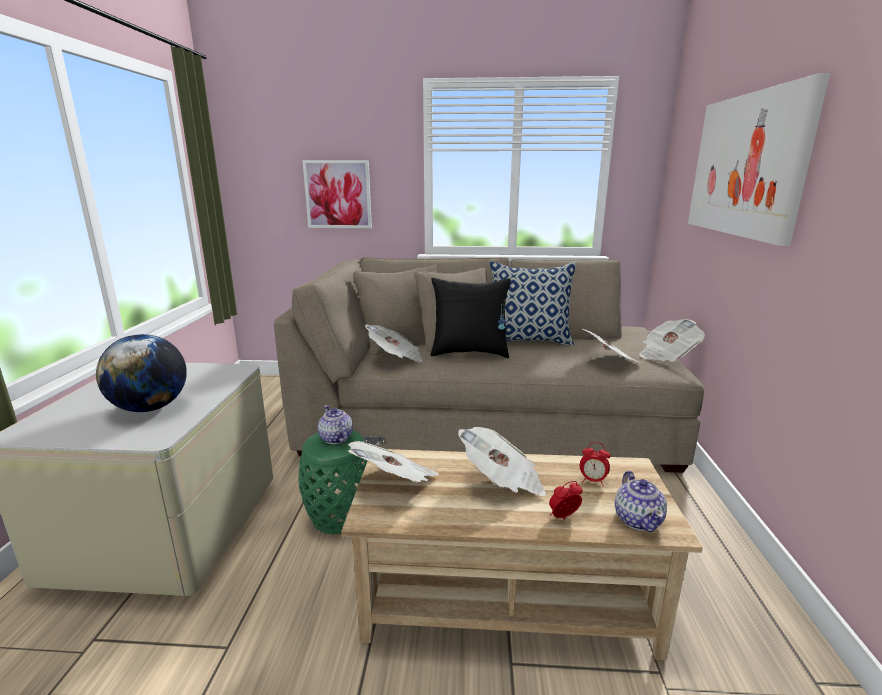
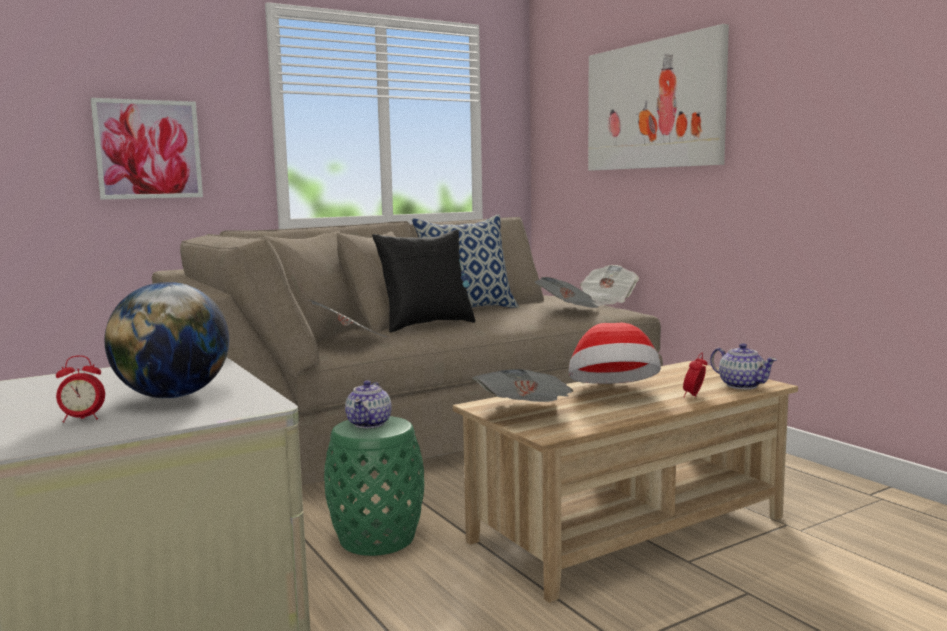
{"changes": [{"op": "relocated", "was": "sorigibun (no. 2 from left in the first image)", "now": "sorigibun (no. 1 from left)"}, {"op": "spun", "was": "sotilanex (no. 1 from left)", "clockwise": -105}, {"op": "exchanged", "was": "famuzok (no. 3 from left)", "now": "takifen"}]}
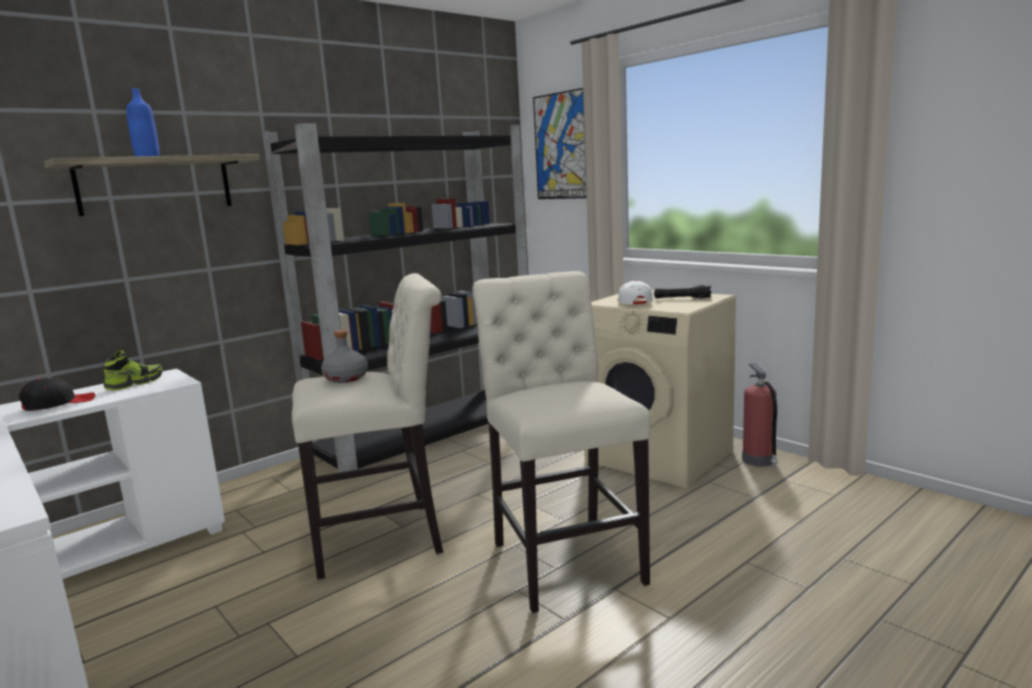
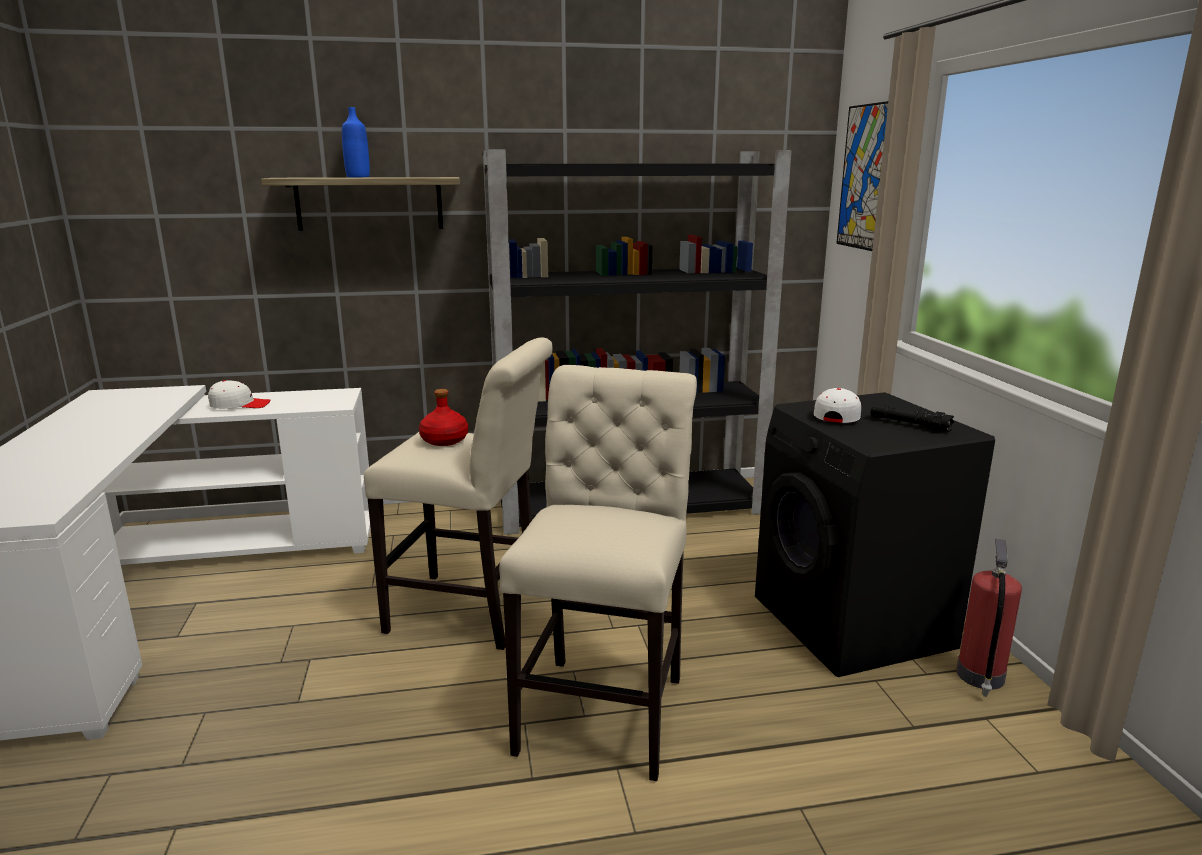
{"changes": [{"op": "colour", "was": "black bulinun", "now": "white bulinun (no. 1 from left)"}, {"op": "colour", "was": "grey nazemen", "now": "red nazemen"}, {"op": "colour", "was": "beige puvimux", "now": "black puvimux"}, {"op": "missing", "was": "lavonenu"}]}
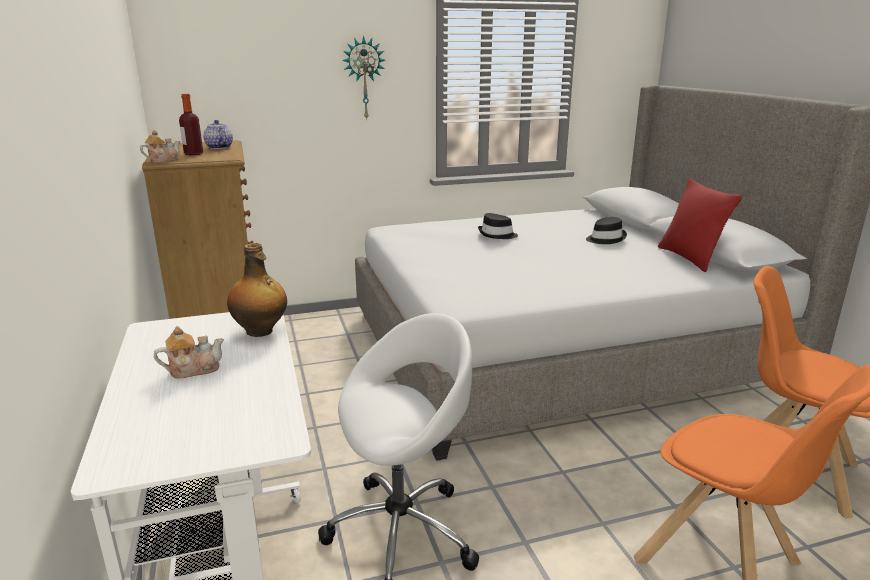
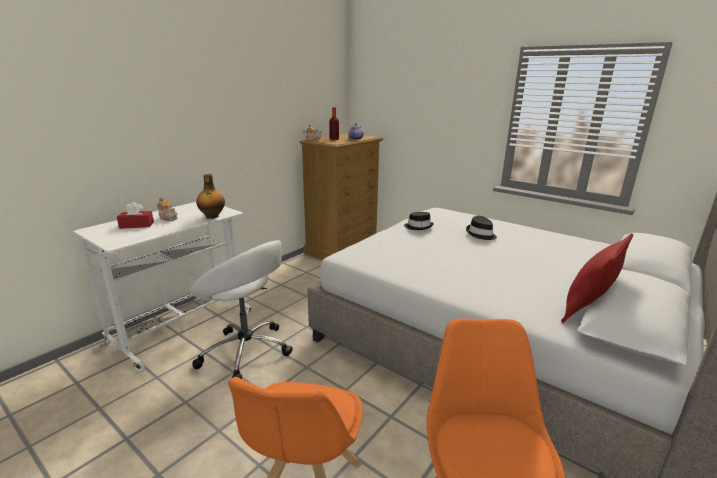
{"changes": [{"op": "appeared", "now": "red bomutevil"}, {"op": "relocated", "was": "black takifen (no. 2 from left in the first image)", "now": "black takifen (no. 1 from left)"}, {"op": "missing", "was": "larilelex"}]}
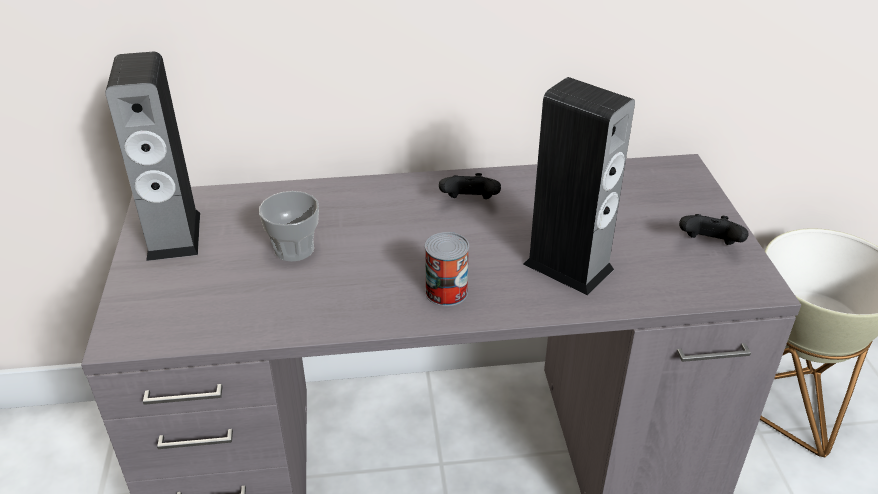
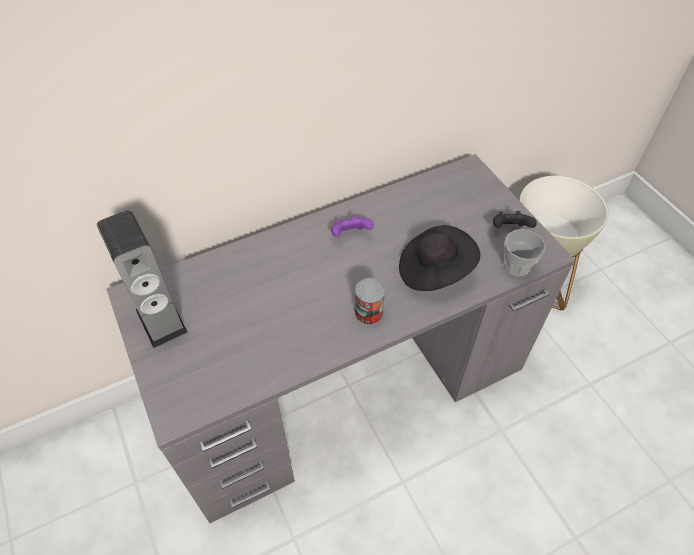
{"changes": [{"op": "colour", "was": "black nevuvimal (no. 1 from left)", "now": "purple nevuvimal"}, {"op": "exchanged", "was": "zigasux (no. 2 from left)", "now": "black takifen"}, {"op": "relocated", "was": "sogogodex"}]}
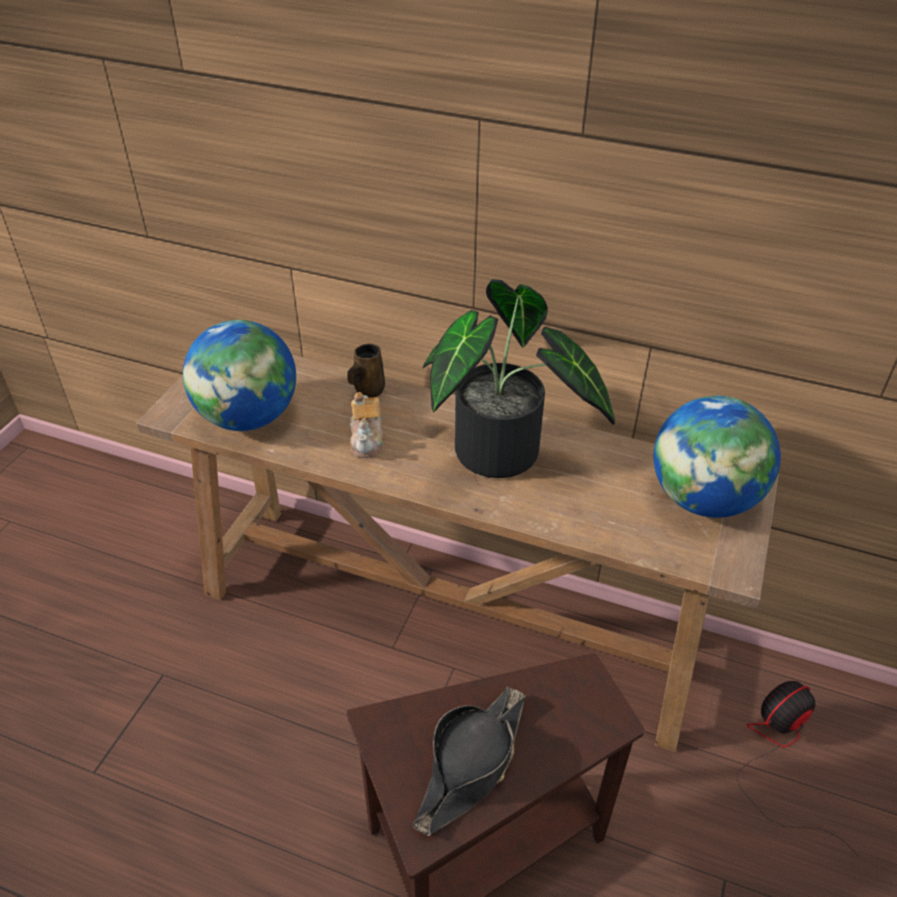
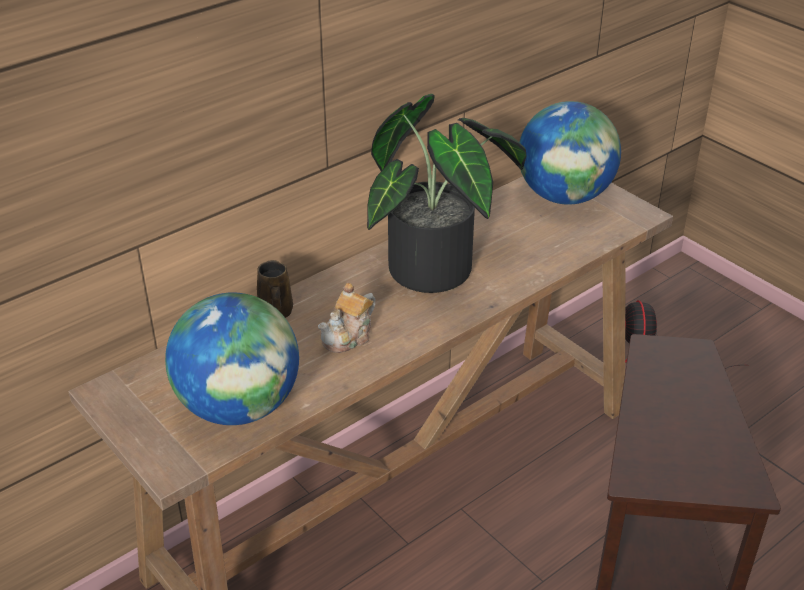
{"changes": [{"op": "spun", "was": "sotilanex", "clockwise": 105}, {"op": "missing", "was": "black takifen"}]}
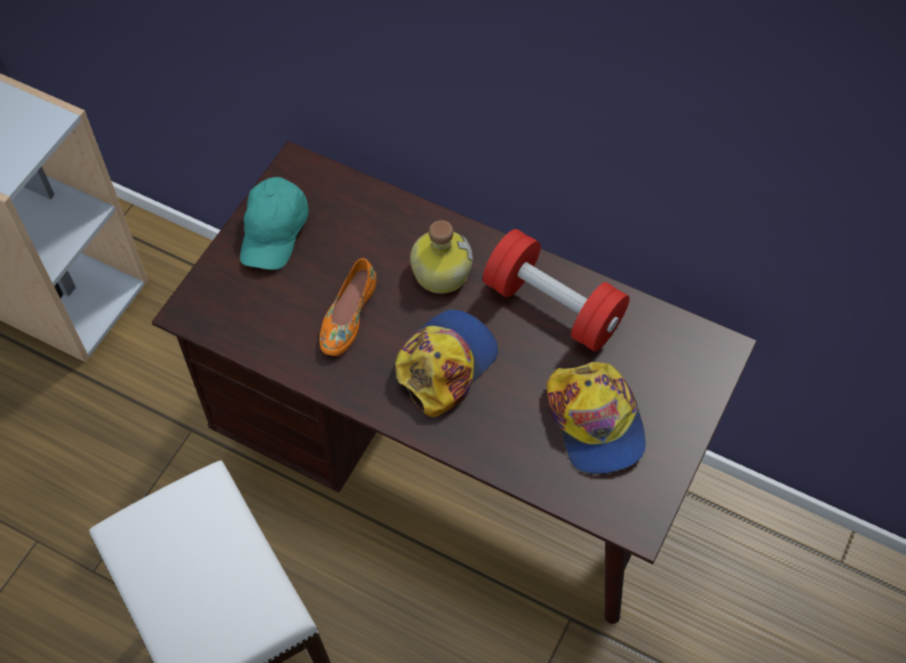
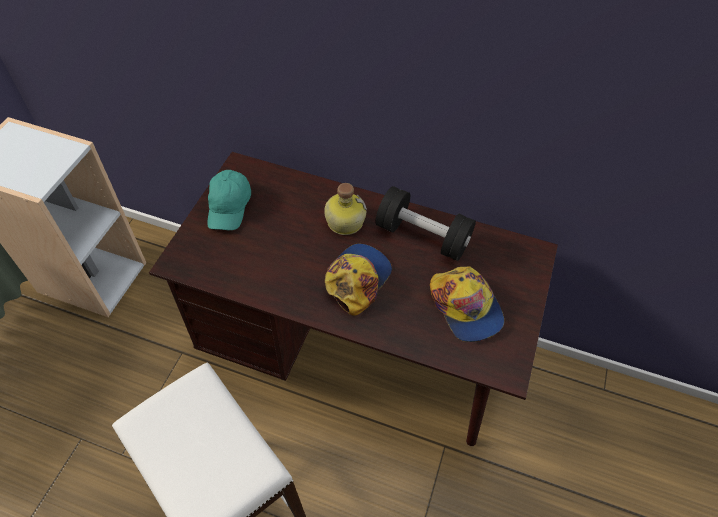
{"changes": [{"op": "colour", "was": "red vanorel", "now": "black vanorel"}, {"op": "missing", "was": "orange lavonenu"}]}
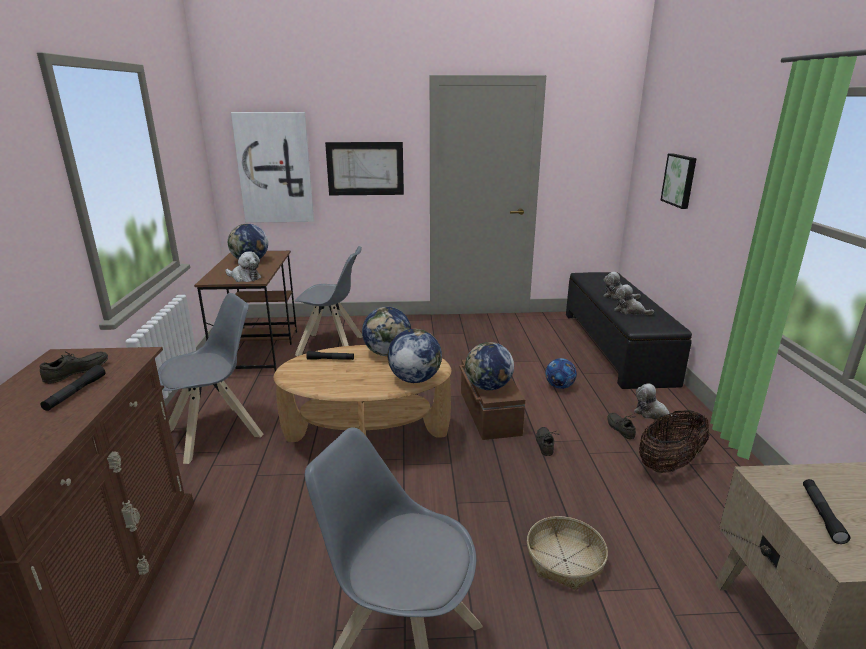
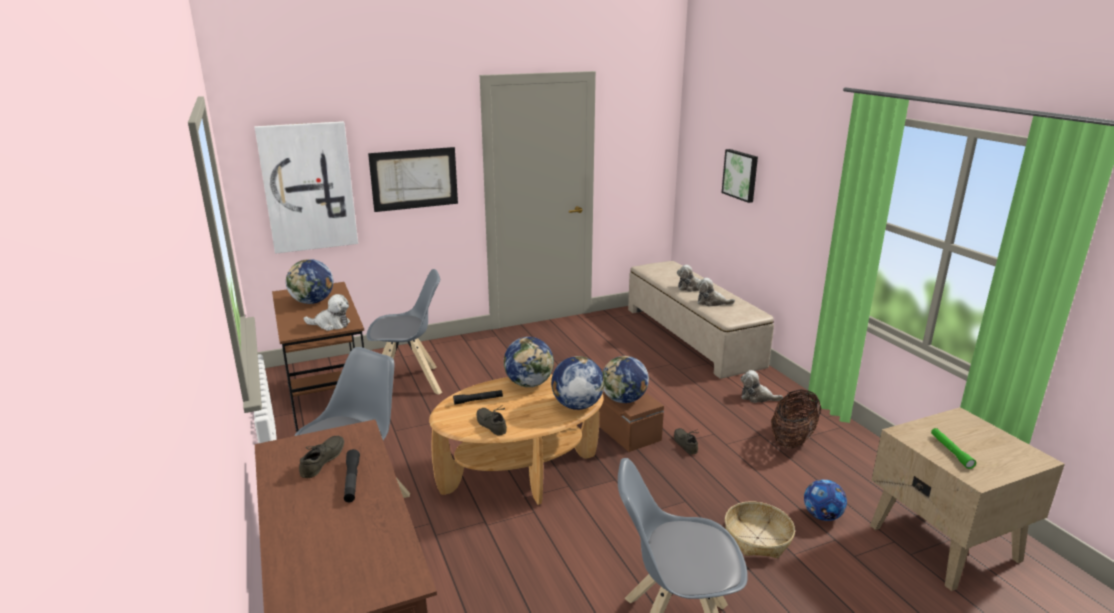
{"changes": [{"op": "relocated", "was": "grey lavonenu (no. 3 from left in the first image)", "now": "grey lavonenu (no. 2 from left)"}, {"op": "colour", "was": "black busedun", "now": "beige busedun"}, {"op": "relocated", "was": "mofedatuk"}, {"op": "colour", "was": "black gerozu (no. 3 from left)", "now": "green gerozu"}]}
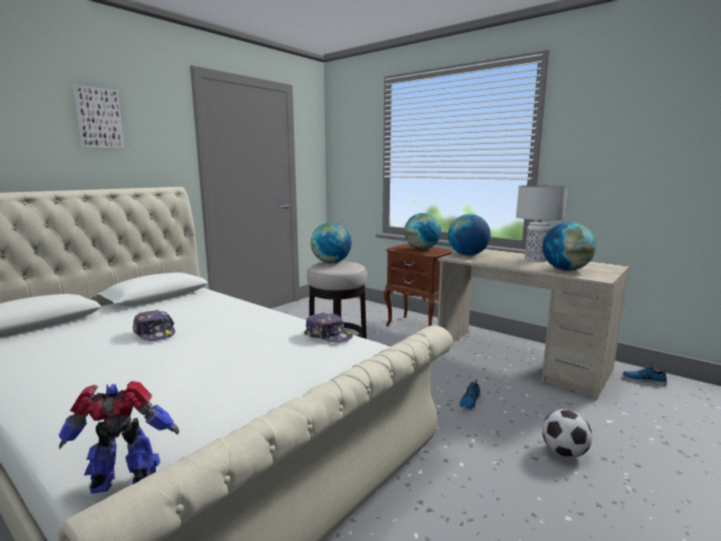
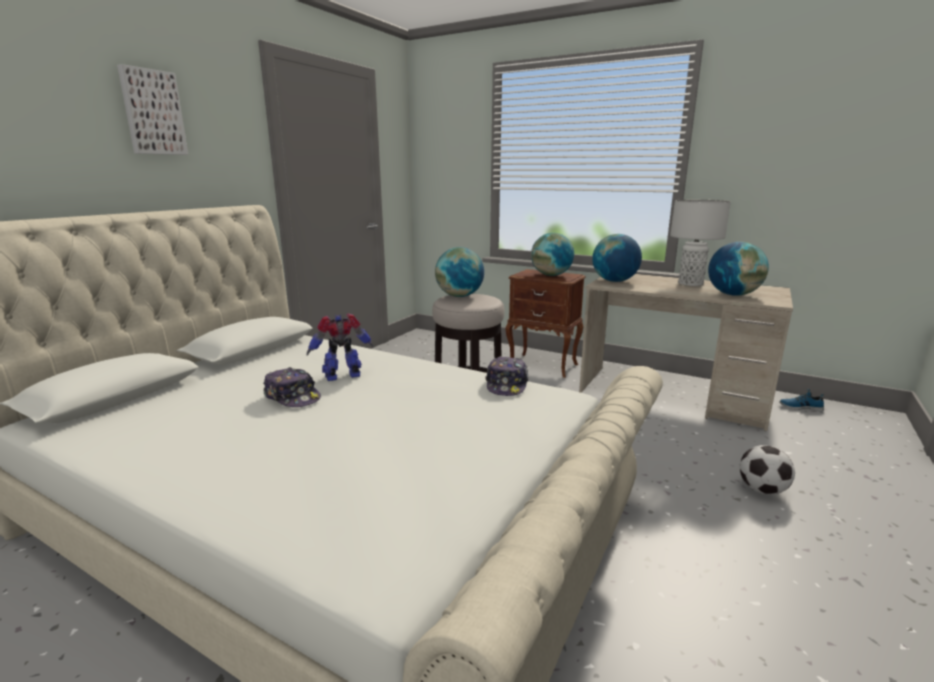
{"changes": [{"op": "relocated", "was": "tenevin"}, {"op": "spun", "was": "bulinun (no. 2 from left)", "clockwise": 75}, {"op": "missing", "was": "lavonenu (no. 1 from left)"}]}
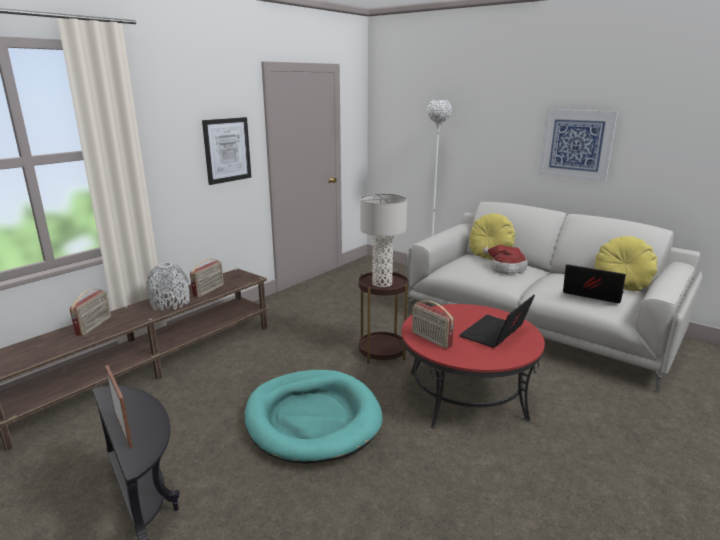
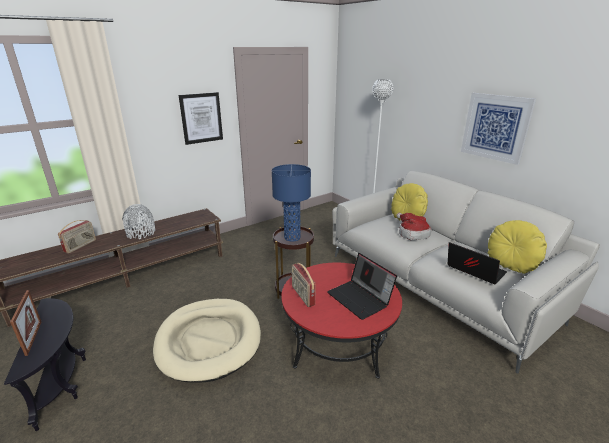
{"changes": [{"op": "colour", "was": "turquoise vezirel", "now": "beige vezirel"}, {"op": "colour", "was": "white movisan", "now": "blue movisan"}, {"op": "spun", "was": "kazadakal (no. 1 from left)", "clockwise": -90}, {"op": "missing", "was": "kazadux (no. 2 from left)"}]}
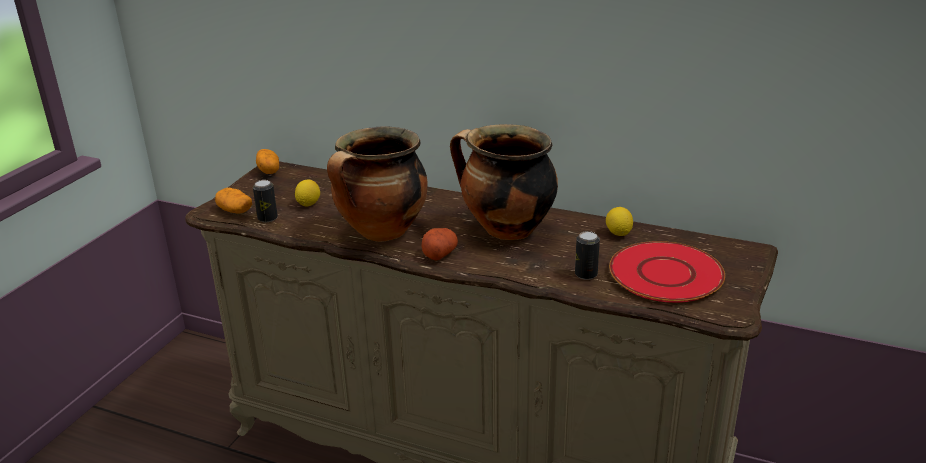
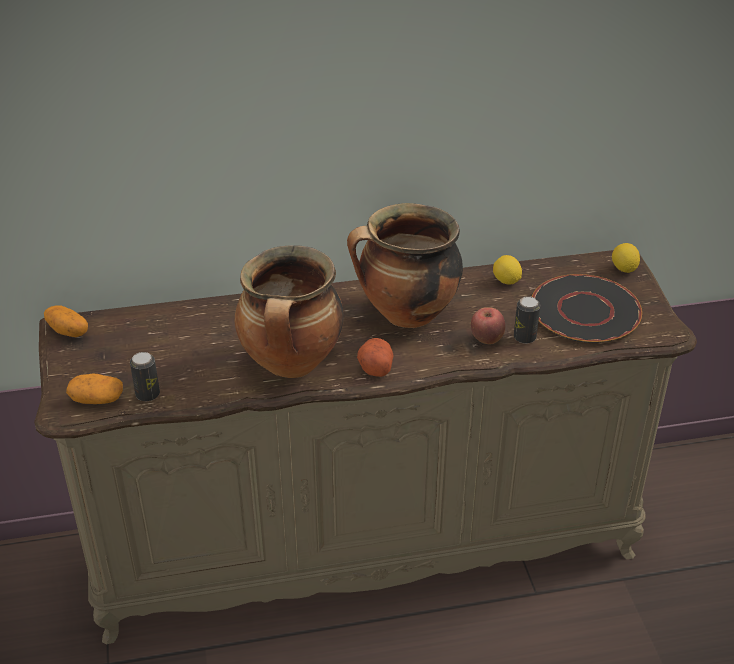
{"changes": [{"op": "appeared", "now": "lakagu"}, {"op": "colour", "was": "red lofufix", "now": "black lofufix"}, {"op": "relocated", "was": "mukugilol (no. 1 from left in the first image)", "now": "mukugilol (no. 2 from left)"}]}
